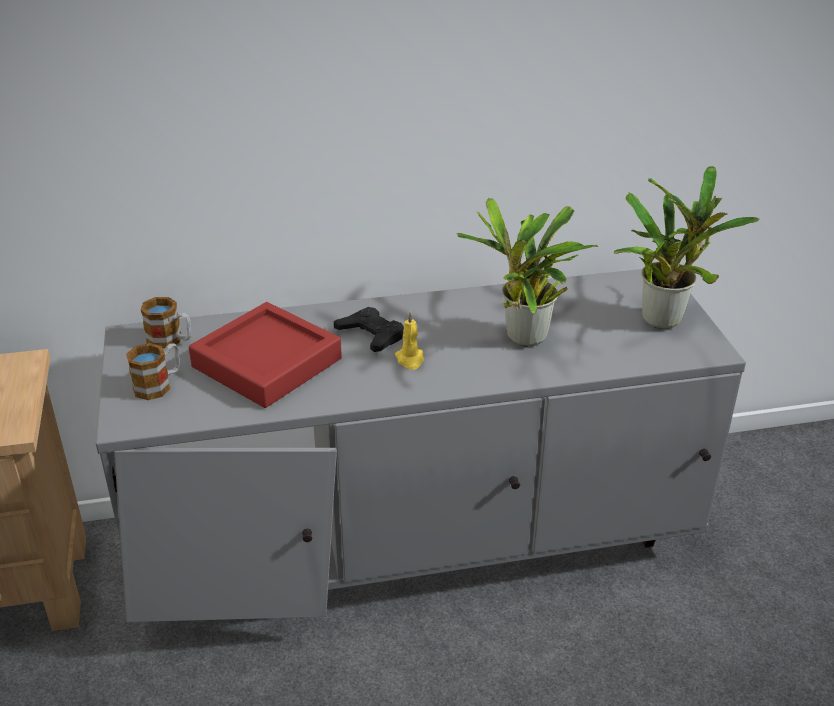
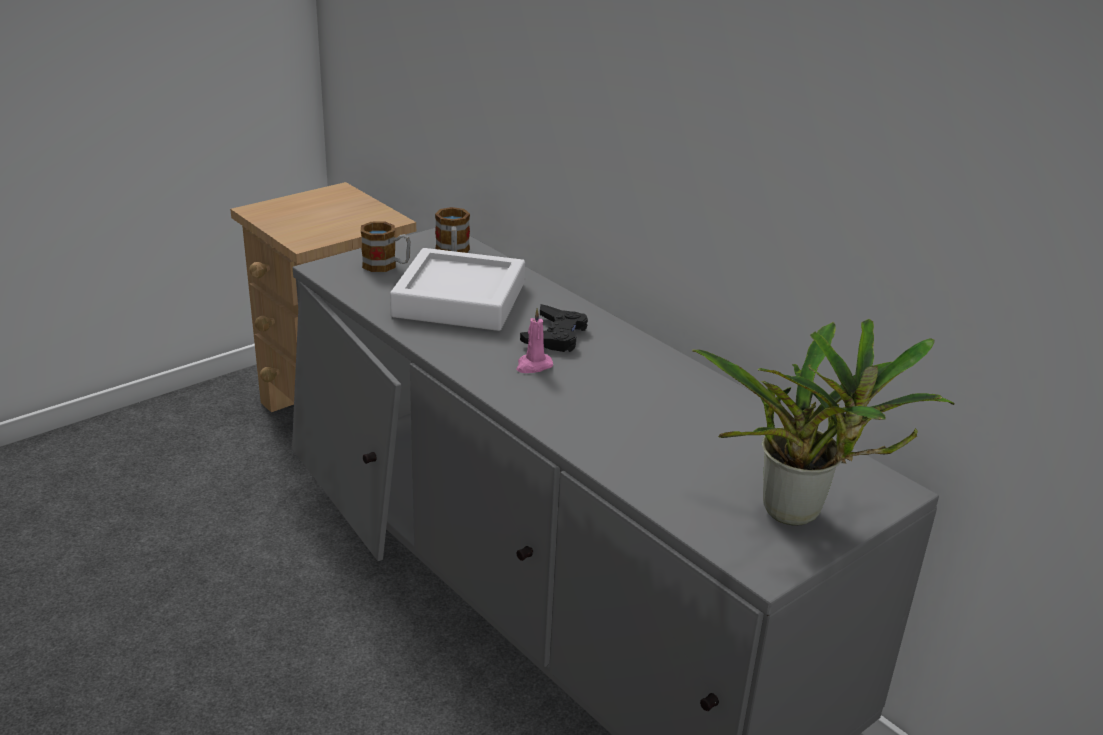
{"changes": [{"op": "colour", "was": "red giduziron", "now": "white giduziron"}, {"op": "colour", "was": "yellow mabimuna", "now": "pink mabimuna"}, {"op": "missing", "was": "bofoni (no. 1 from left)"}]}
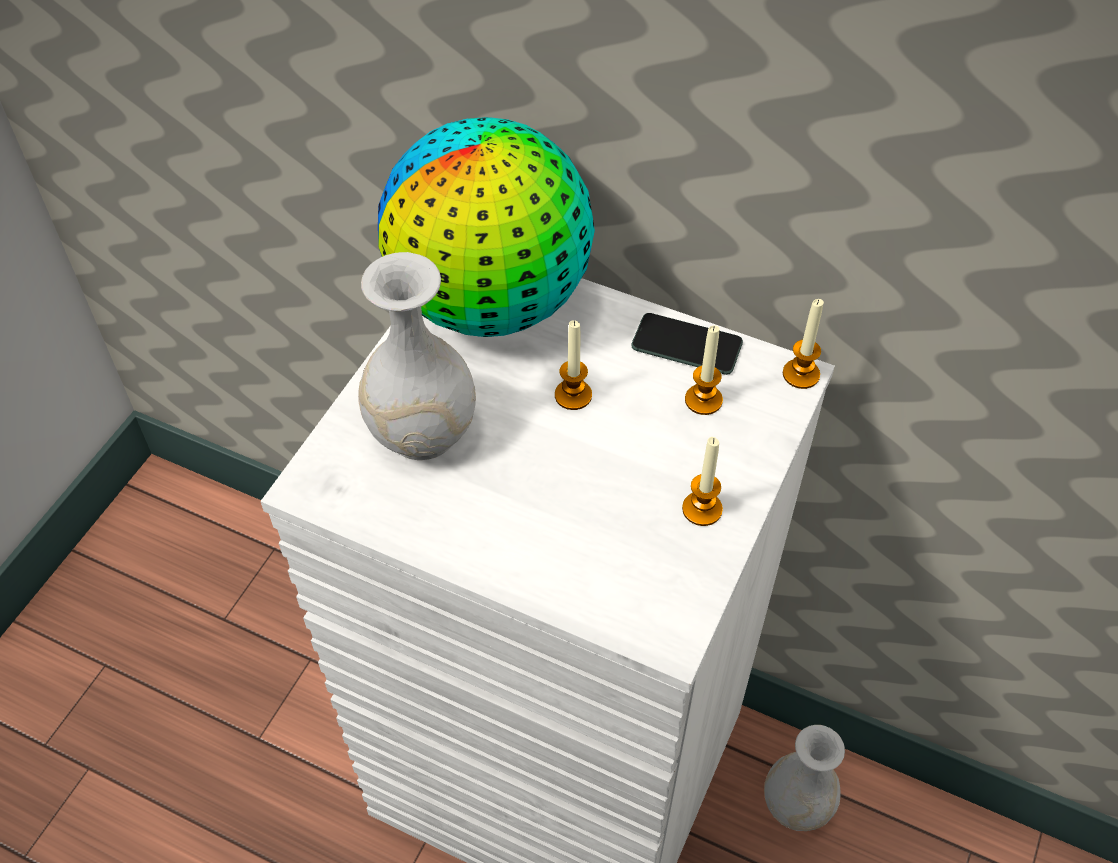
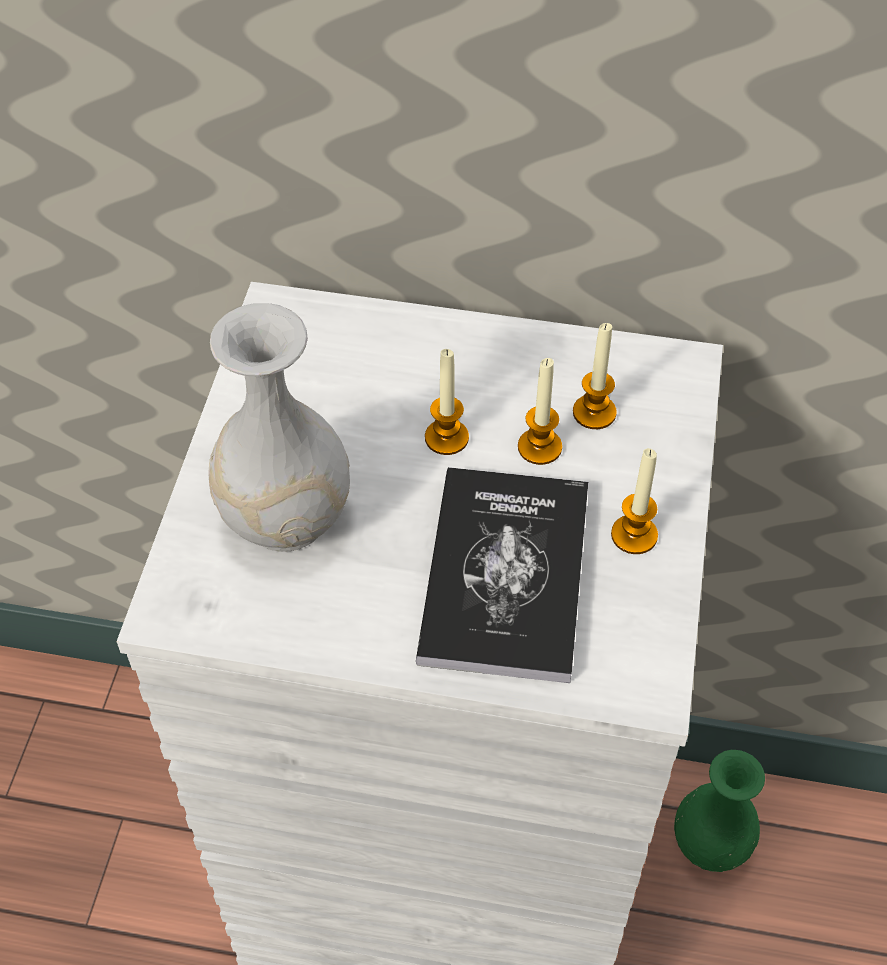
{"changes": [{"op": "appeared", "now": "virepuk"}, {"op": "relocated", "was": "mabimuna (no. 4 from left in the first image)", "now": "mabimuna (no. 2 from left)"}, {"op": "colour", "was": "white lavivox (no. 2 from left)", "now": "green lavivox"}, {"op": "missing", "was": "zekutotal"}, {"op": "missing", "was": "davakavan"}]}
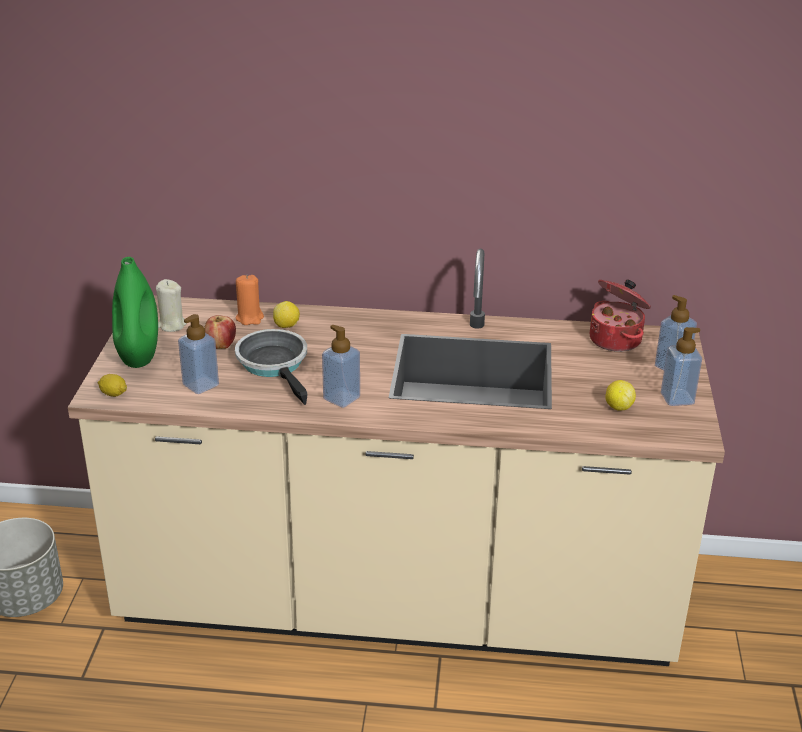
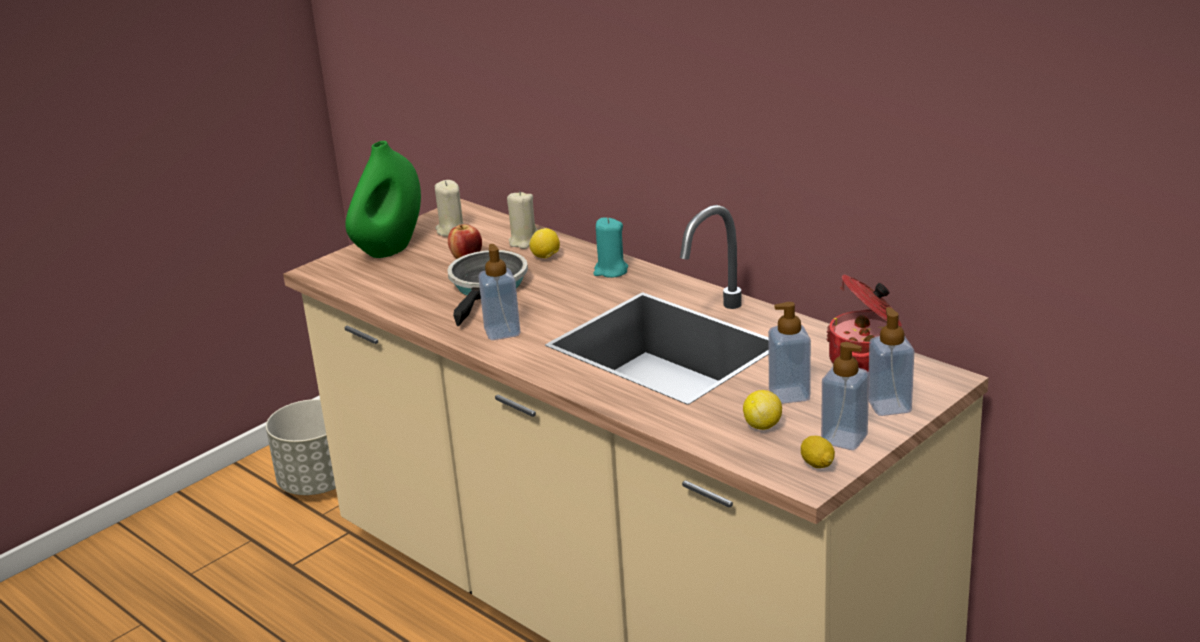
{"changes": [{"op": "colour", "was": "orange mabimuna", "now": "beige mabimuna (no. 2 from left)"}, {"op": "appeared", "now": "turquoise mabimuna"}, {"op": "relocated", "was": "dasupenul (no. 1 from left in the first image)", "now": "dasupenul (no. 2 from left)"}, {"op": "relocated", "was": "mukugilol (no. 1 from left in the first image)", "now": "mukugilol (no. 3 from left)"}]}
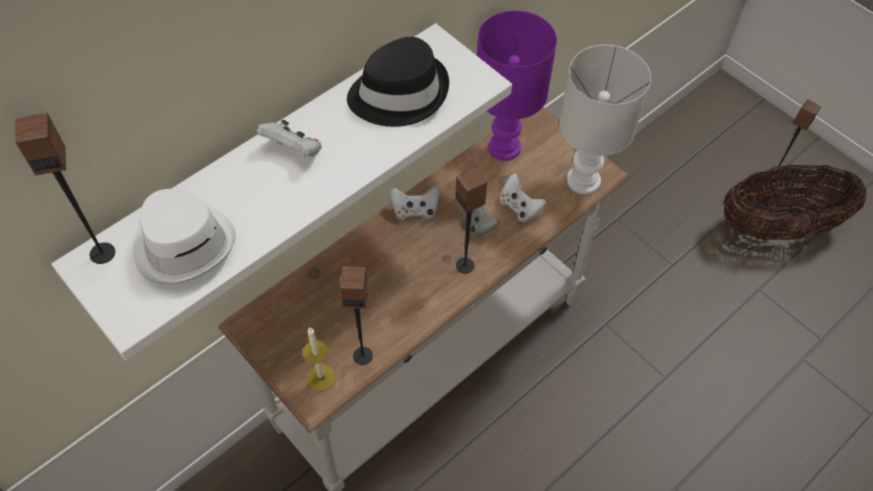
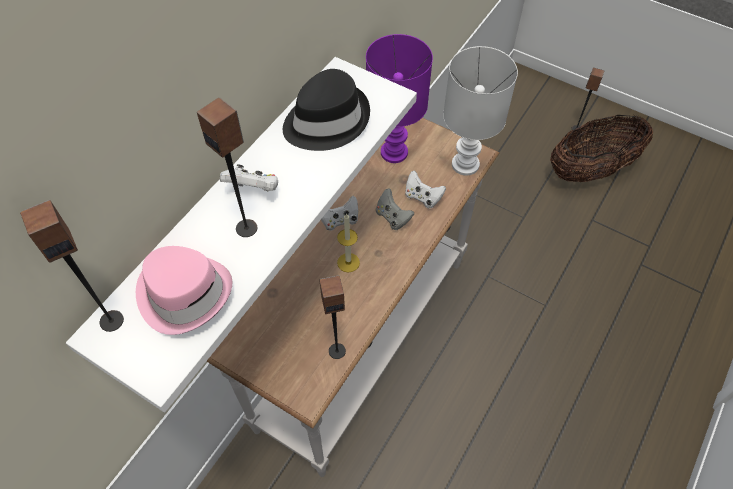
{"changes": [{"op": "colour", "was": "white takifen", "now": "pink takifen"}, {"op": "relocated", "was": "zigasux (no. 3 from left in the first image)", "now": "zigasux (no. 2 from left)"}, {"op": "relocated", "was": "mabimuna"}]}
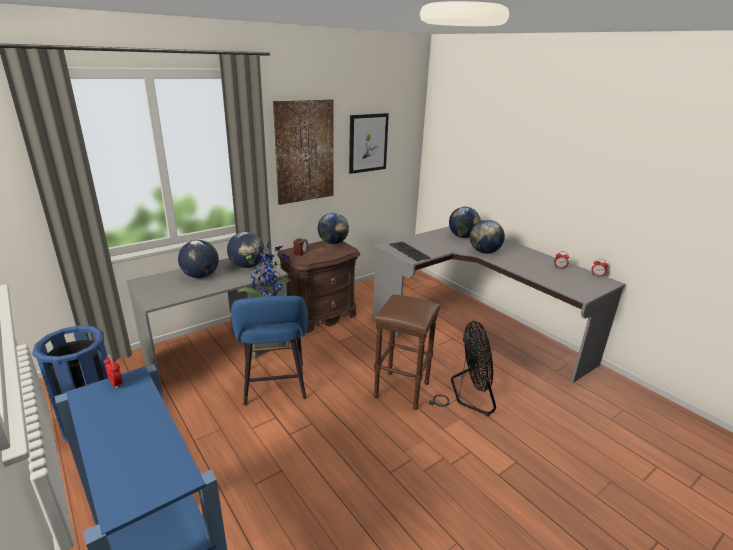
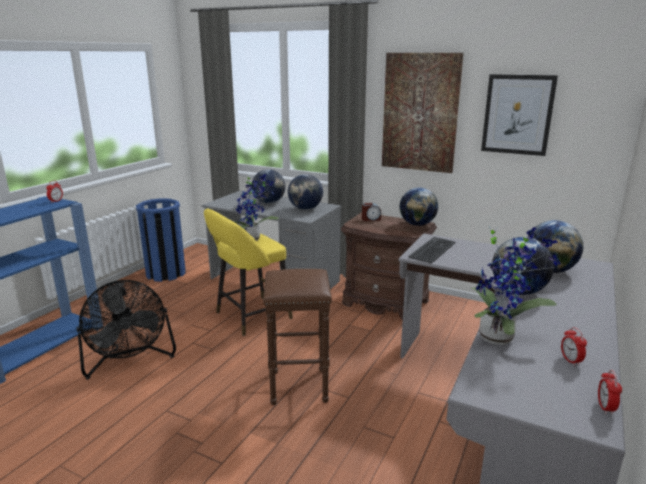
{"changes": [{"op": "relocated", "was": "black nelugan"}, {"op": "colour", "was": "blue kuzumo", "now": "yellow kuzumo"}, {"op": "appeared", "now": "bofoni (no. 2 from left)"}]}
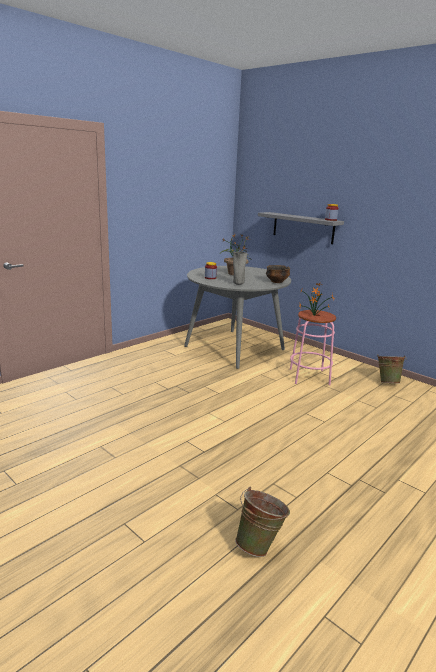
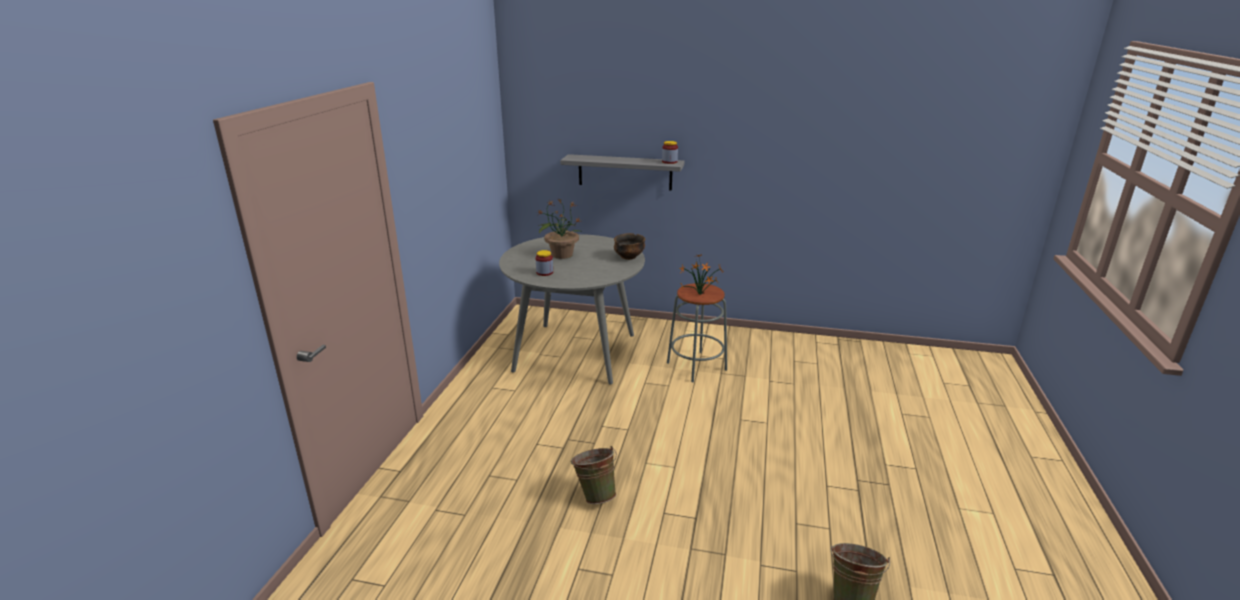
{"changes": [{"op": "relocated", "was": "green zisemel (no. 2 from left in the first image)", "now": "green zisemel (no. 1 from left)"}, {"op": "colour", "was": "pink kuzumo", "now": "grey kuzumo"}, {"op": "missing", "was": "grey lavivox"}]}
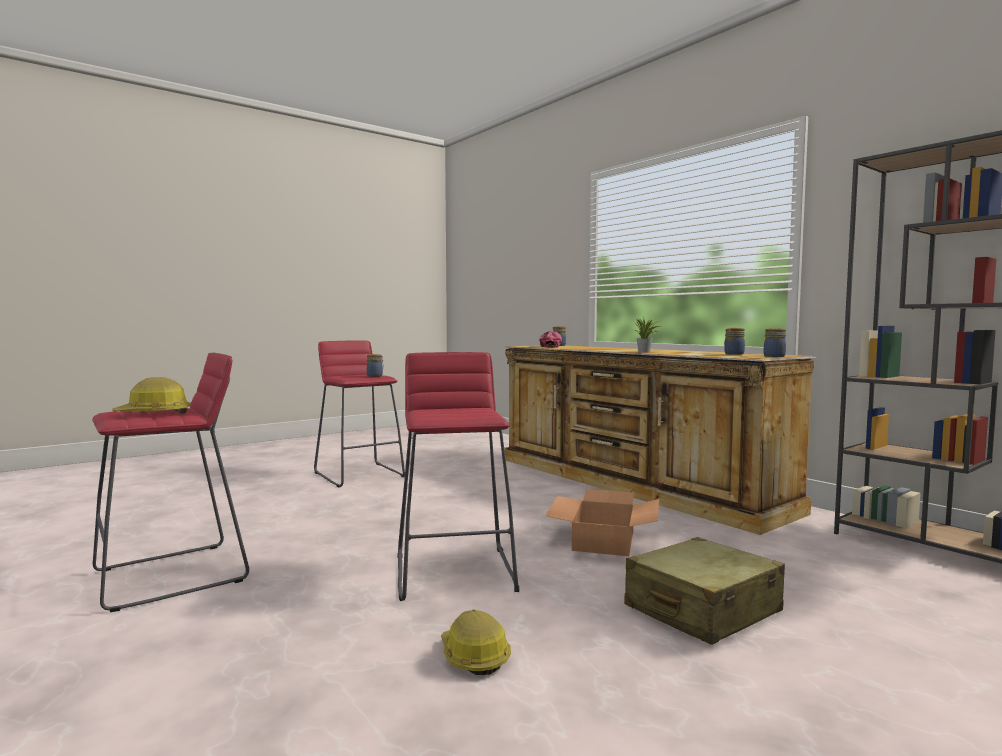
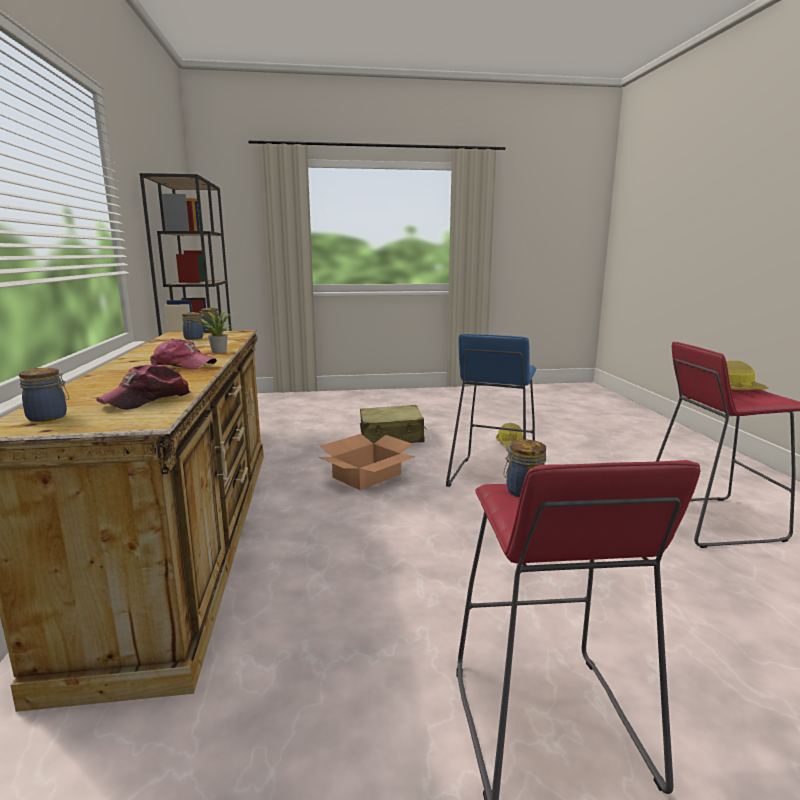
{"changes": [{"op": "appeared", "now": "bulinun (no. 2 from left)"}, {"op": "colour", "was": "red kuzumo (no. 3 from left)", "now": "blue kuzumo"}]}
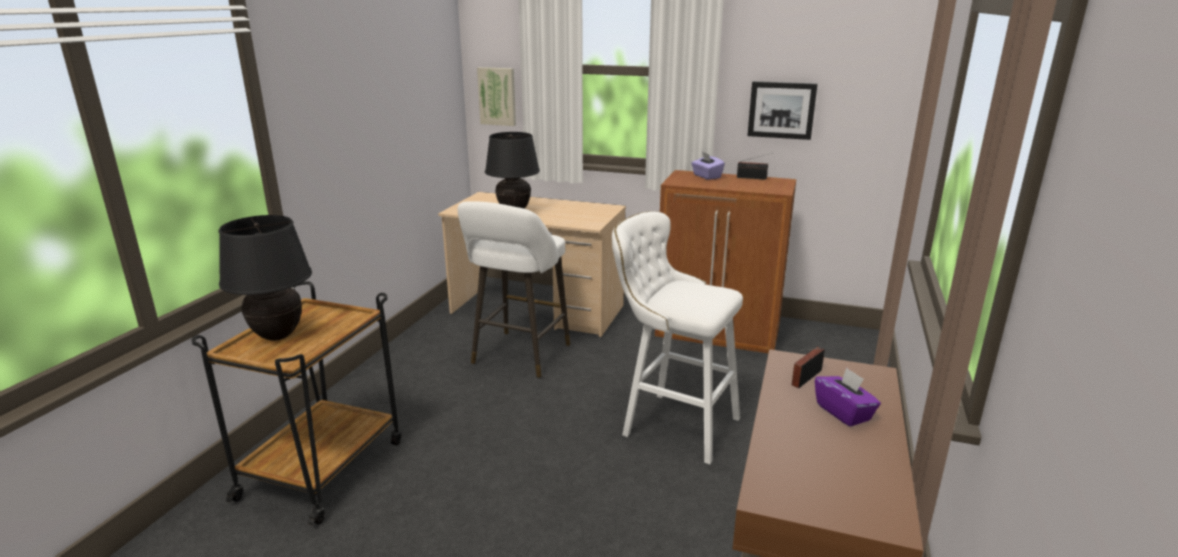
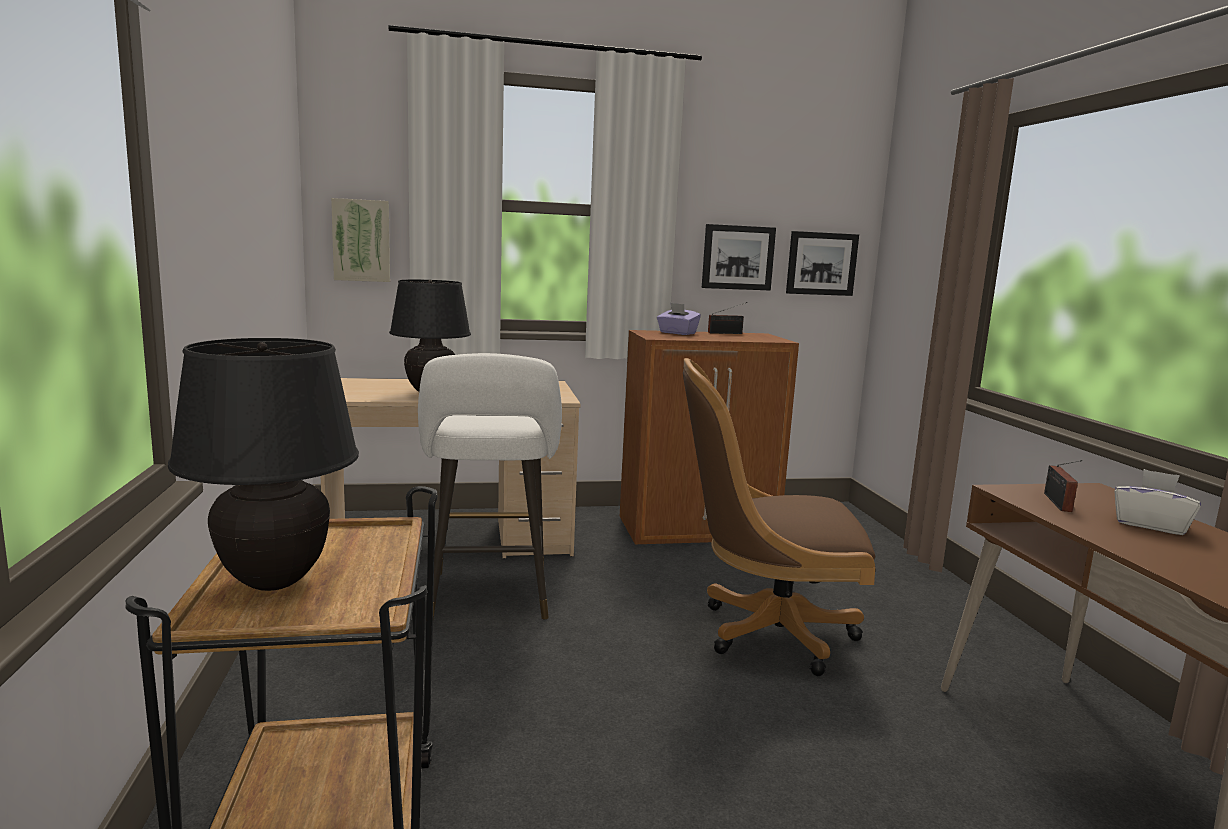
{"changes": [{"op": "exchanged", "was": "white kuzumo (no. 2 from left)", "now": "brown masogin"}, {"op": "appeared", "now": "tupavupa (no. 3 from left)"}, {"op": "colour", "was": "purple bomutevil (no. 2 from left)", "now": "white bomutevil"}]}
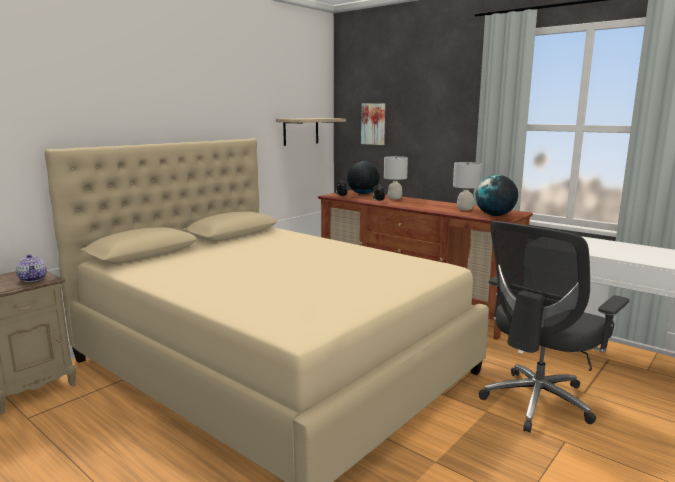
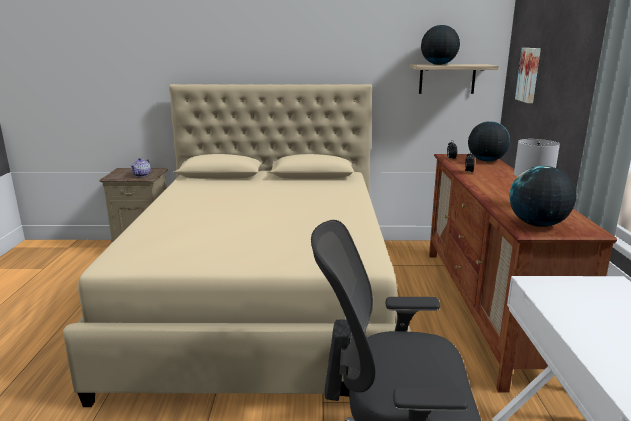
{"changes": [{"op": "appeared", "now": "zekutotal (no. 1 from left)"}, {"op": "missing", "was": "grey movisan (no. 1 from left)"}]}
